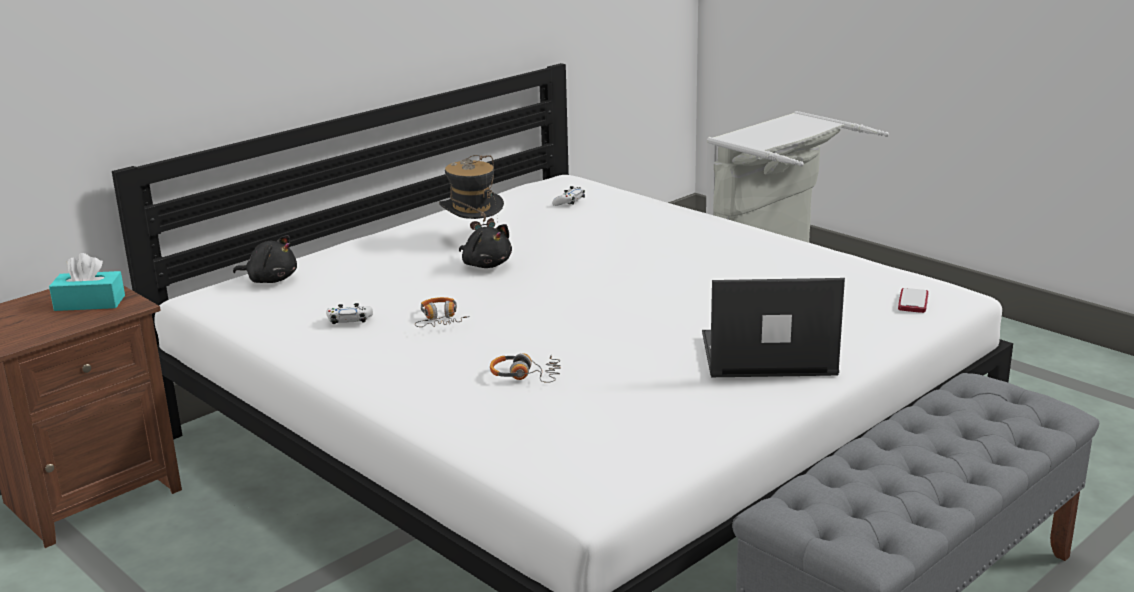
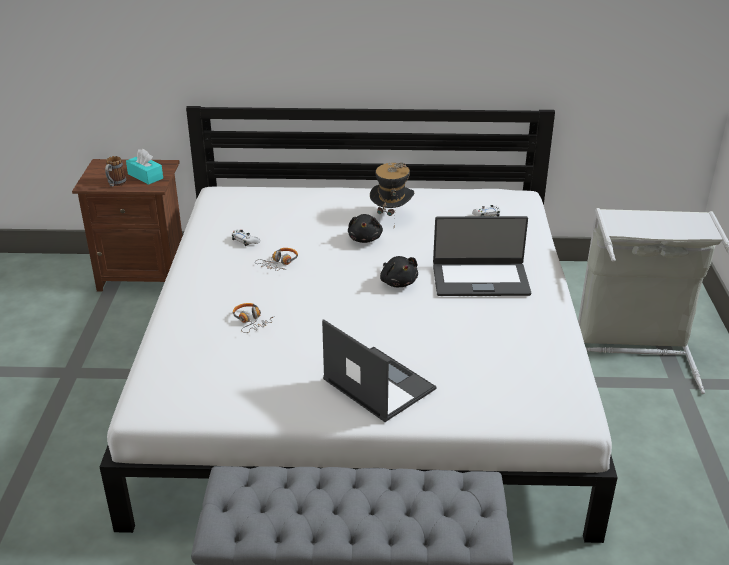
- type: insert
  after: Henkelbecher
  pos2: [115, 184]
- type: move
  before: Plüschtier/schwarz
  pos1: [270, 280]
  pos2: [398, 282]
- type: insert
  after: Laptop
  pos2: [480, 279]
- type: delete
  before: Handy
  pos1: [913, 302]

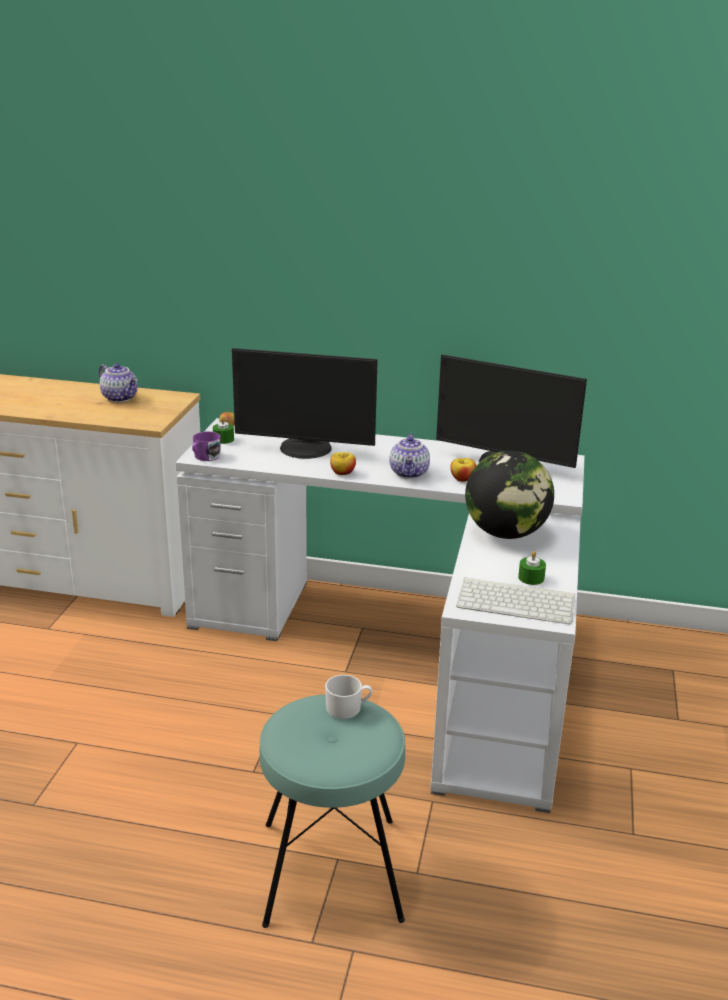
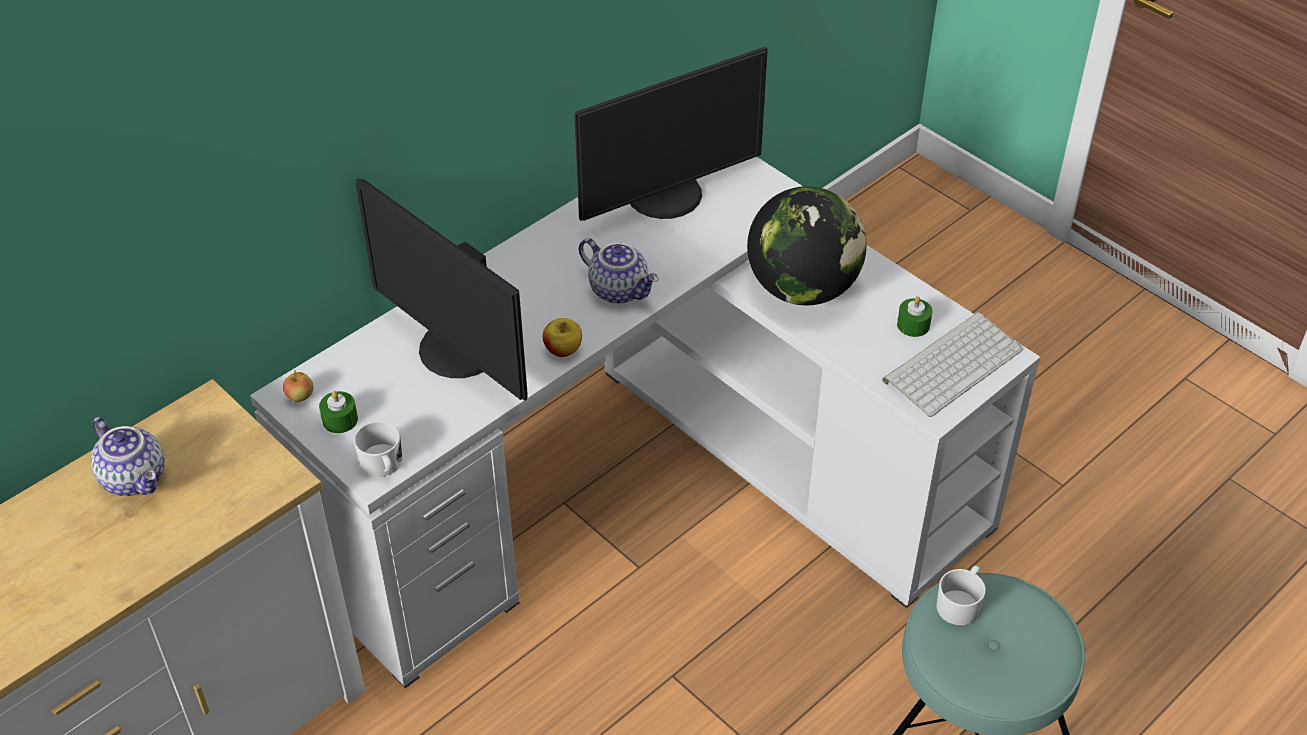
- type: rotate
  before: Teekanne
  pos1: [121, 398]
  pos2: [136, 478]
  turn: 60
- type: recolor
  before: Henkelbecher/lila
  after: Henkelbecher/weiß
  pos1: [205, 457]
  pos2: [383, 465]
- type: rotate
  before: Monitor
  pos1: [305, 449]
  pos2: [456, 351]
  turn: 90
- type: delete
  before: Apfel
  pos1: [462, 479]

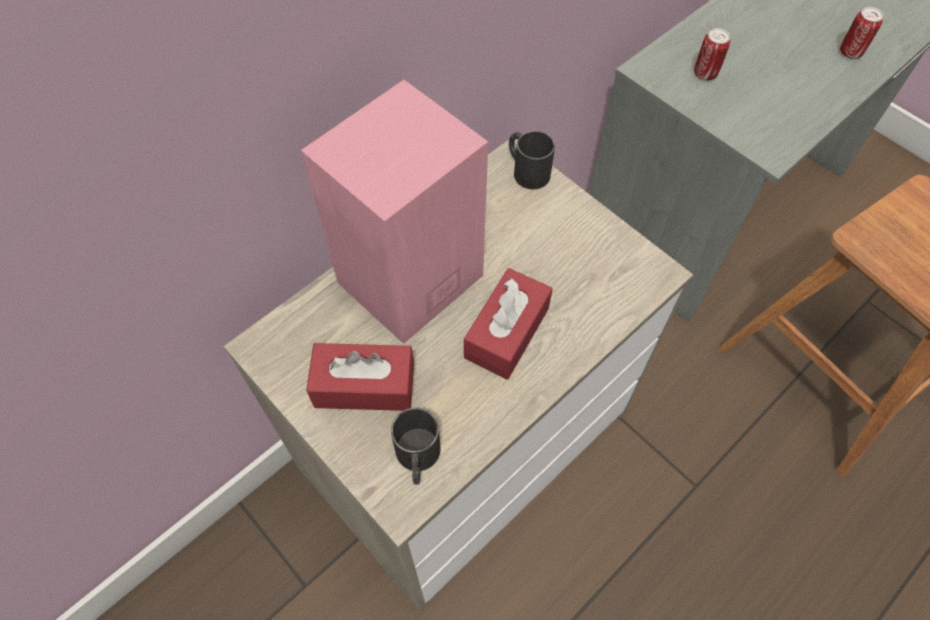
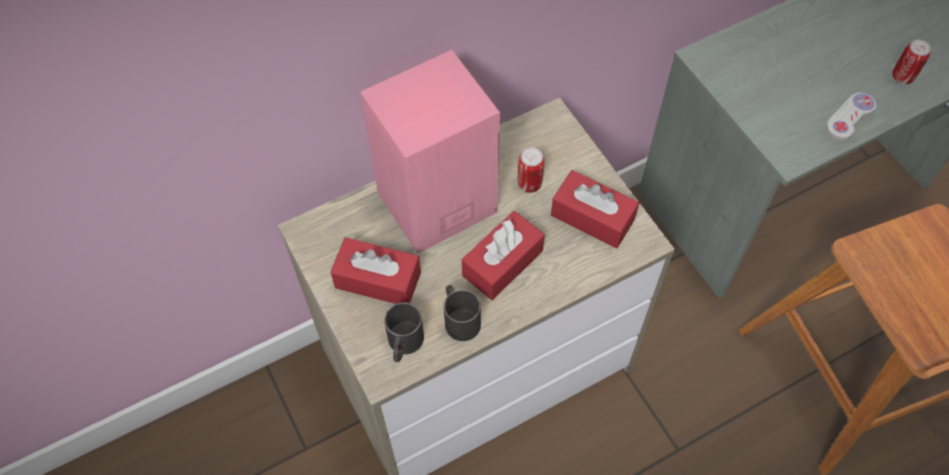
- type: move
  before: Henkelbecher/schwarz
  pos1: [526, 170]
  pos2: [459, 318]
- type: move
  before: Dose
  pos1: [705, 74]
  pos2: [529, 184]
- type: insert
  after: Taschentuchbox/rot
  pos2: [592, 217]
- type: insert
  after: Gamepad/weiß
  pos2: [850, 117]

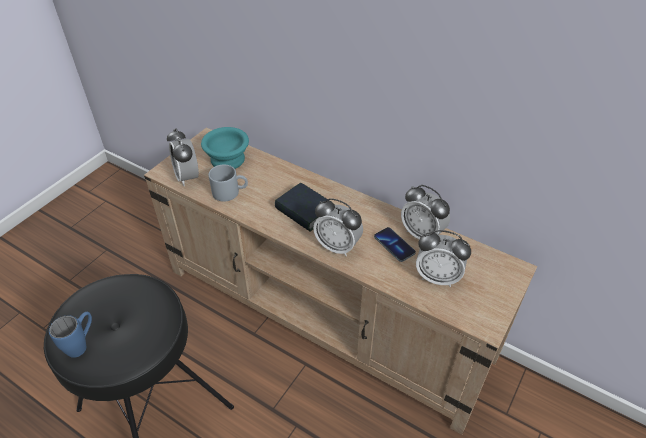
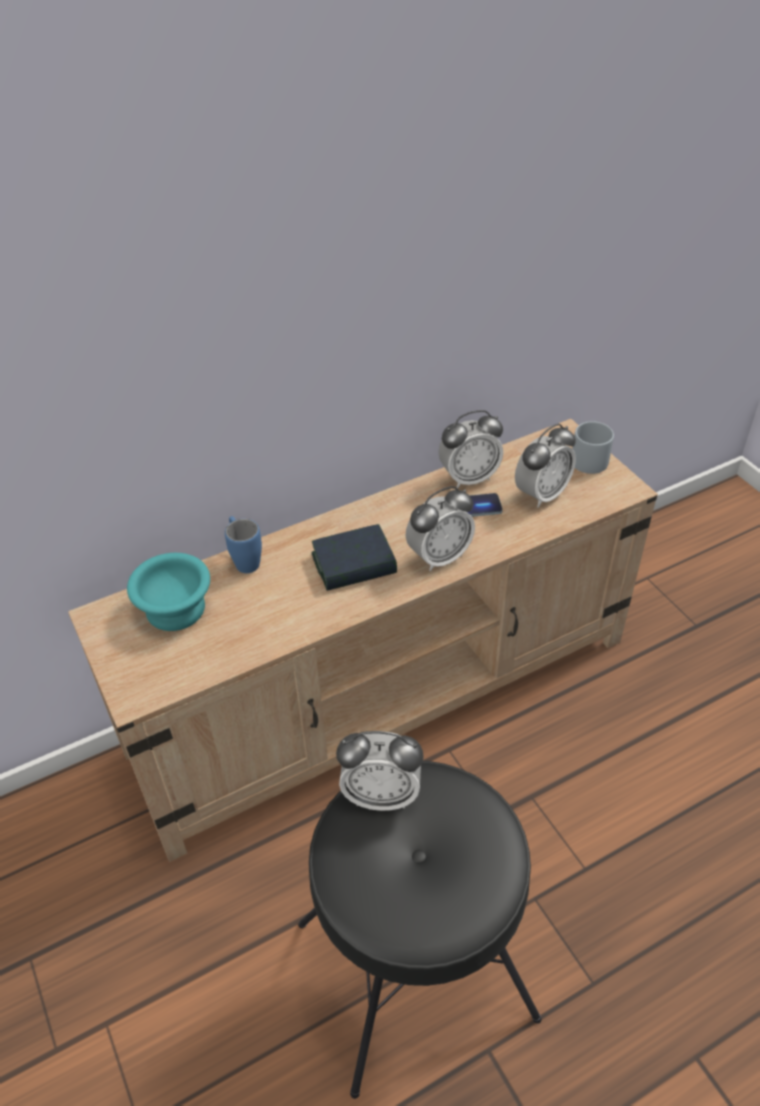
- type: move
  before: Henkelbecher/blau
  pos1: [82, 344]
  pos2: [244, 559]
- type: move
  before: Wecker
  pos1: [187, 177]
  pos2: [381, 794]
- type: move
  before: Henkelbecher/grau
  pos1: [230, 192]
  pos2: [590, 457]

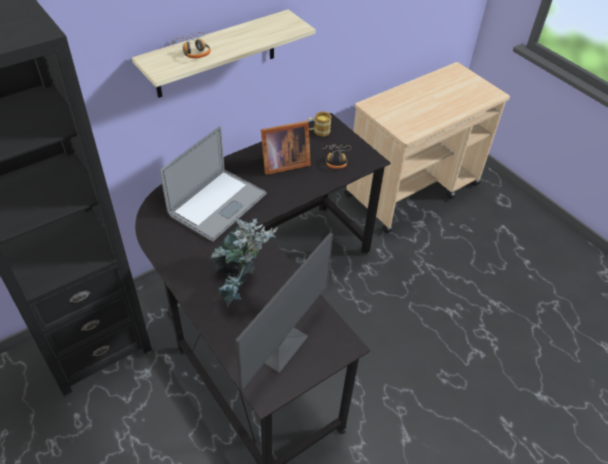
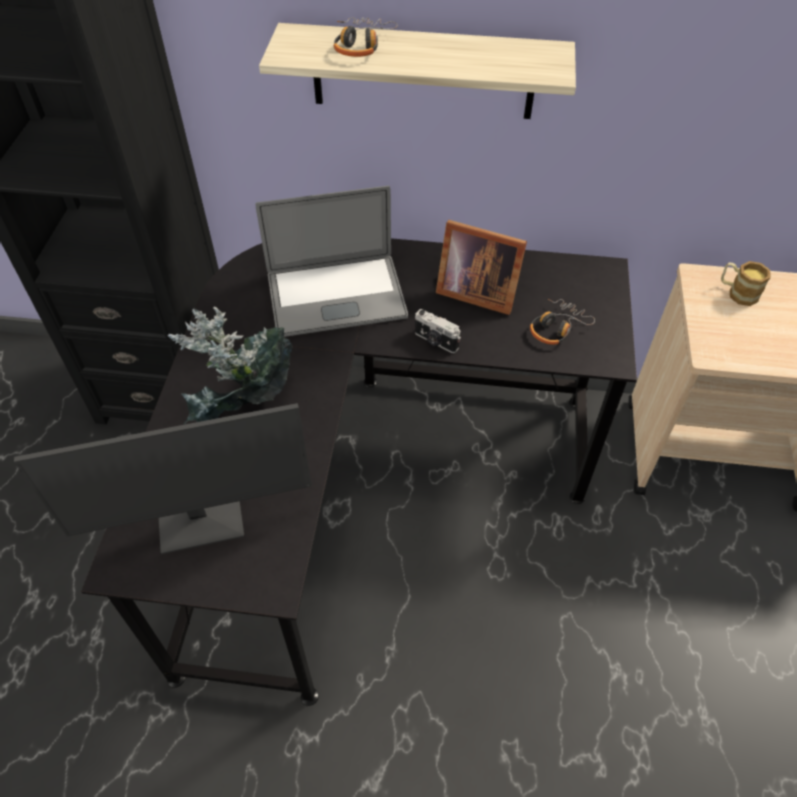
- type: insert
  after: Kamera
  pos2: [435, 341]
- type: move
  before: Henkelbecher
  pos1: [318, 131]
  pos2: [737, 292]

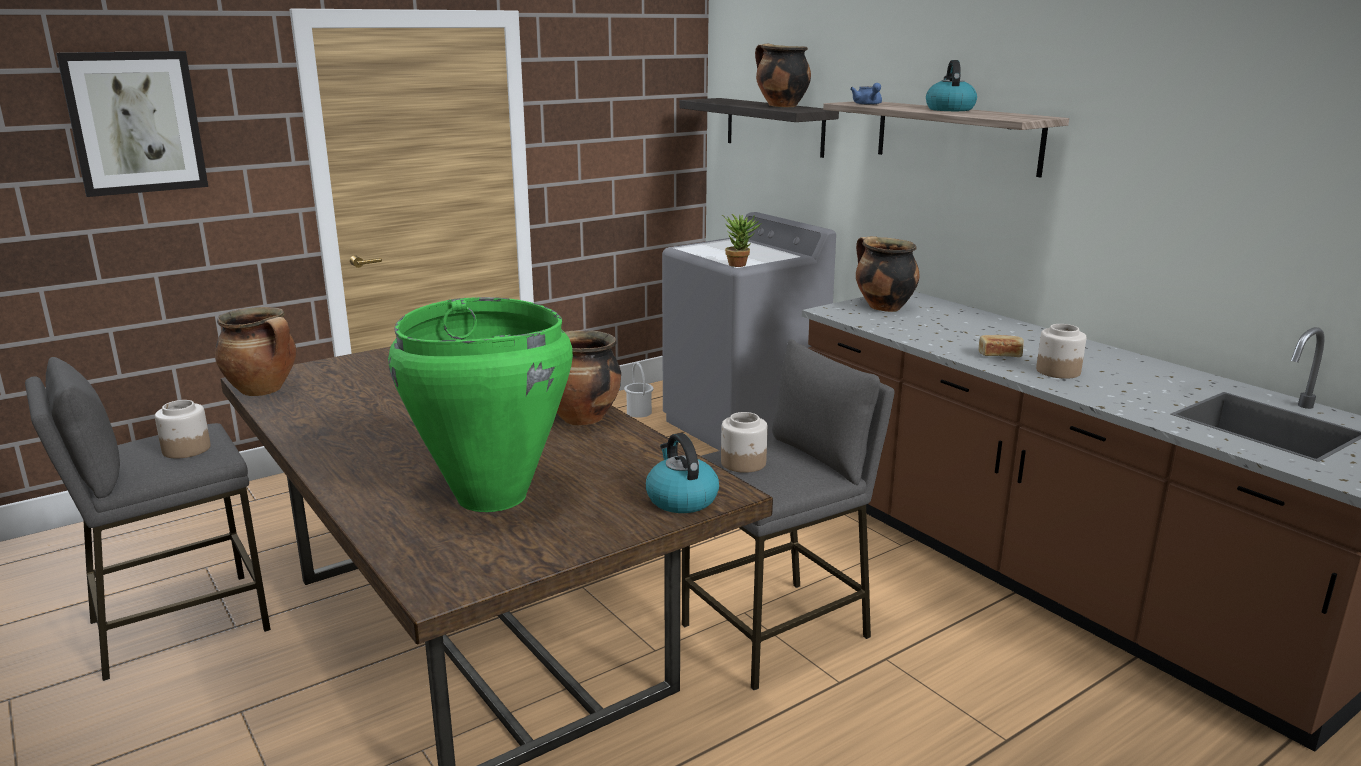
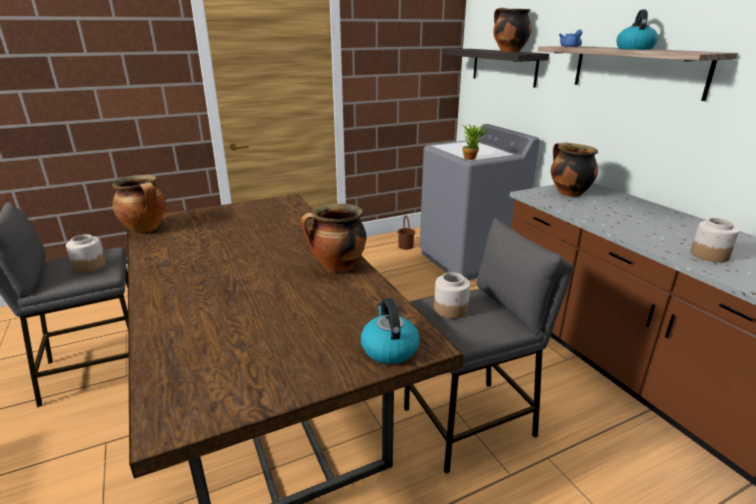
- type: recolor
  before: Eimer/weiß
  after: Eimer/braun
  pos1: [638, 413]
  pos2: [405, 246]
- type: delete
  before: Bild
  pos1: [135, 122]
- type: delete
  before: Vase/grün
  pos1: [491, 496]
- type: delete
  before: Brot
  pos1: [1000, 355]

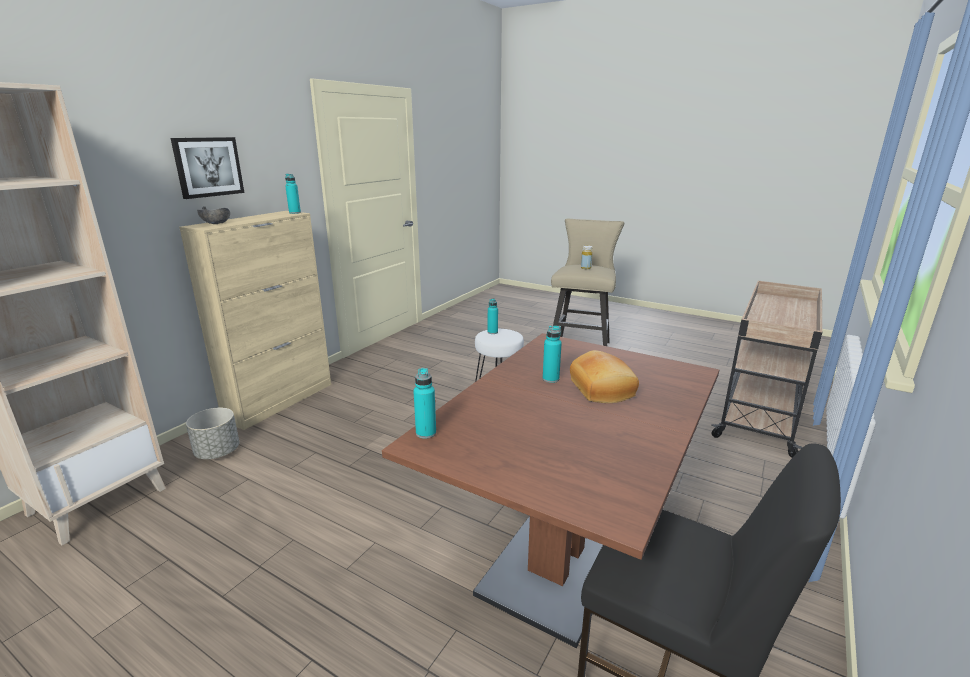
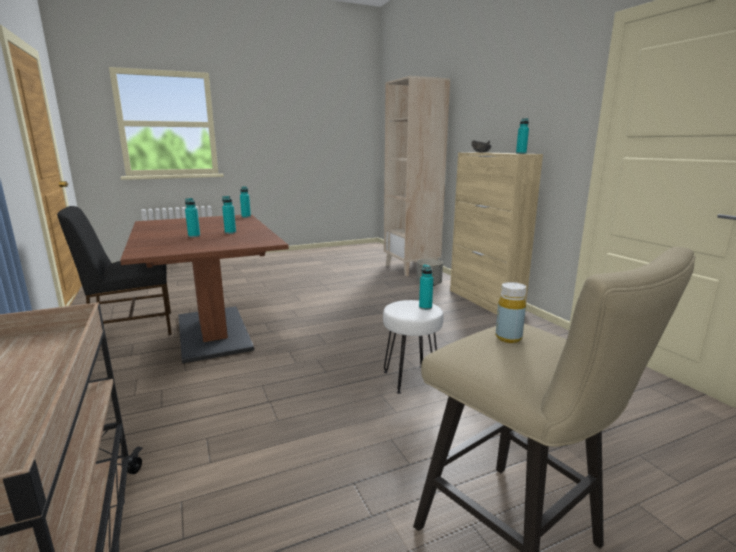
- type: replace
  before: Brot
  after: Flasche/türkis
  pos1: [603, 389]
  pos2: [194, 236]
- type: delete
  before: Bild
  pos1: [208, 167]

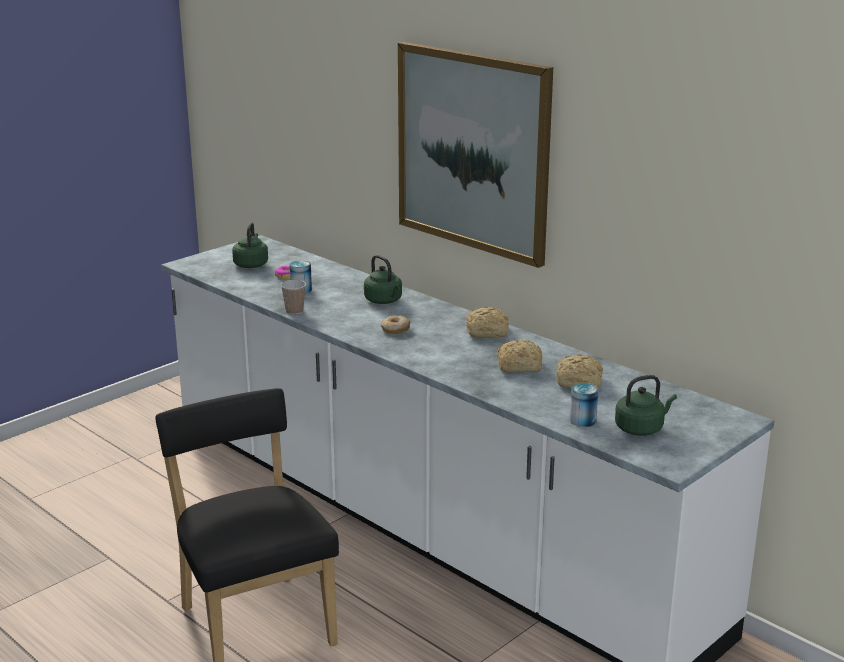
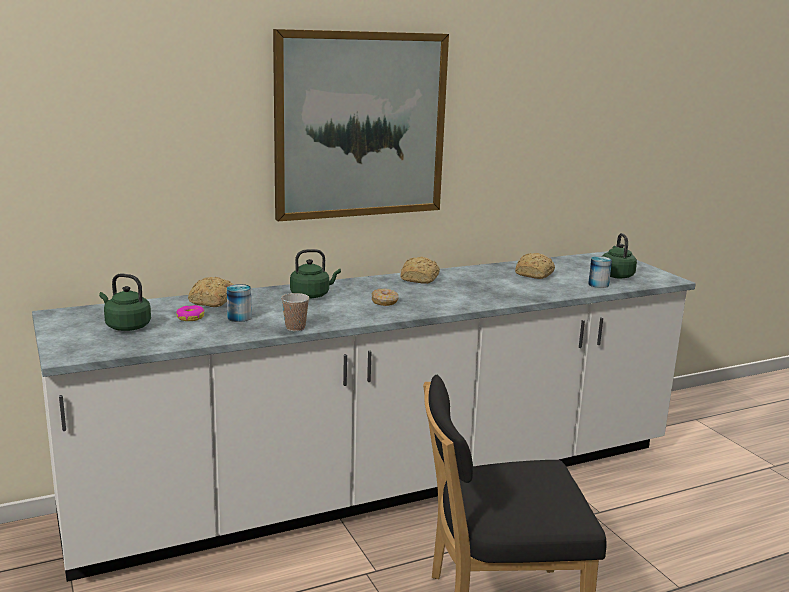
- type: move
  before: Brot
  pos1: [517, 366]
  pos2: [212, 302]

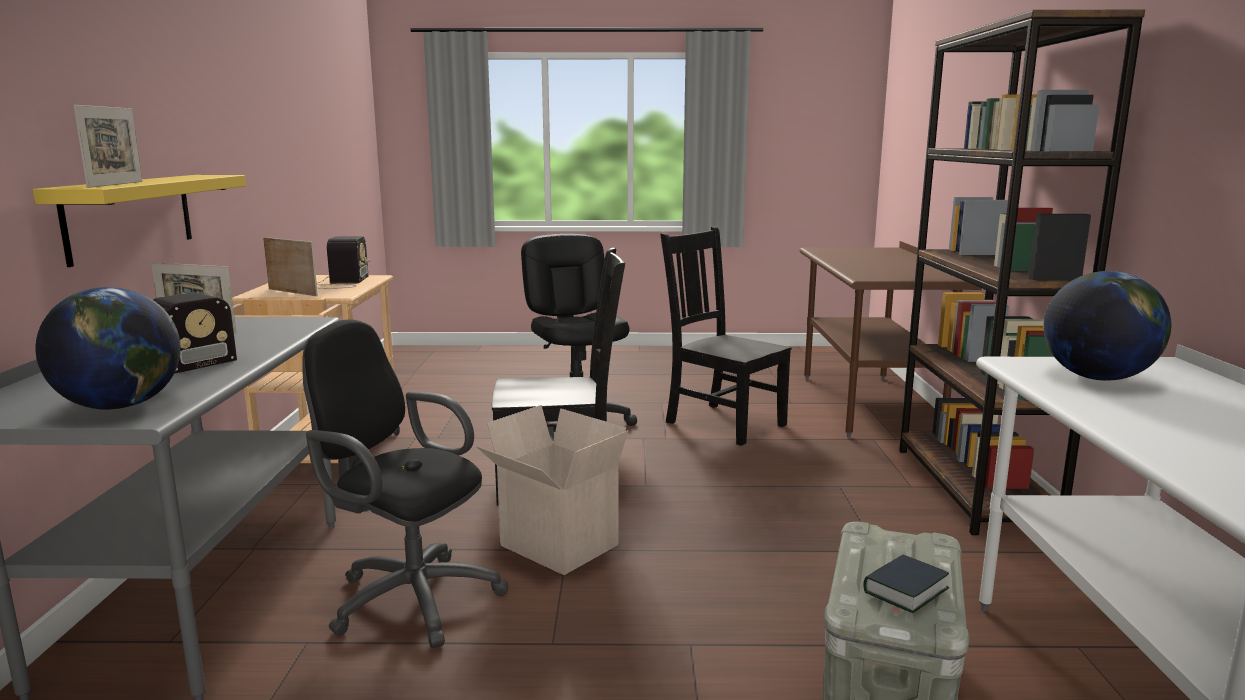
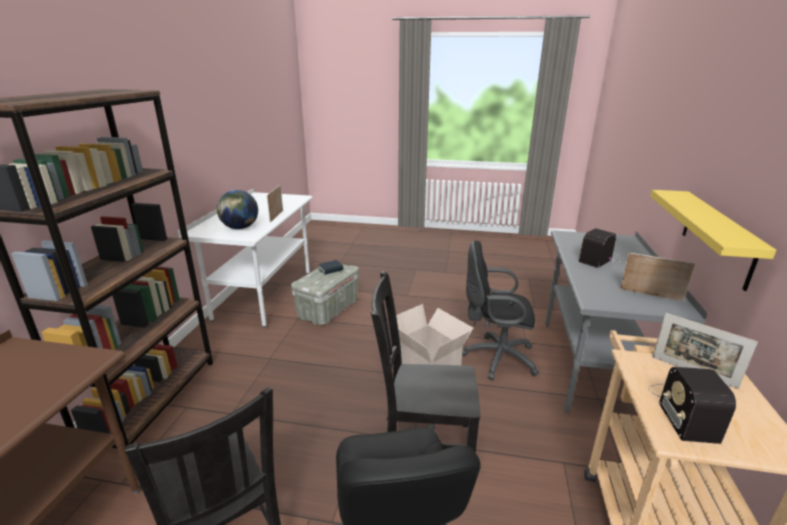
- type: move
  before: Bilderrahmen
  pos1: [116, 184]
  pos2: [276, 216]
- type: rotate
  before: Bürostuhl/schwarz
  pos1: [408, 597]
  pos2: [495, 357]
  turn: 150
- type: delete
  before: Globus
  pos1: [121, 406]

